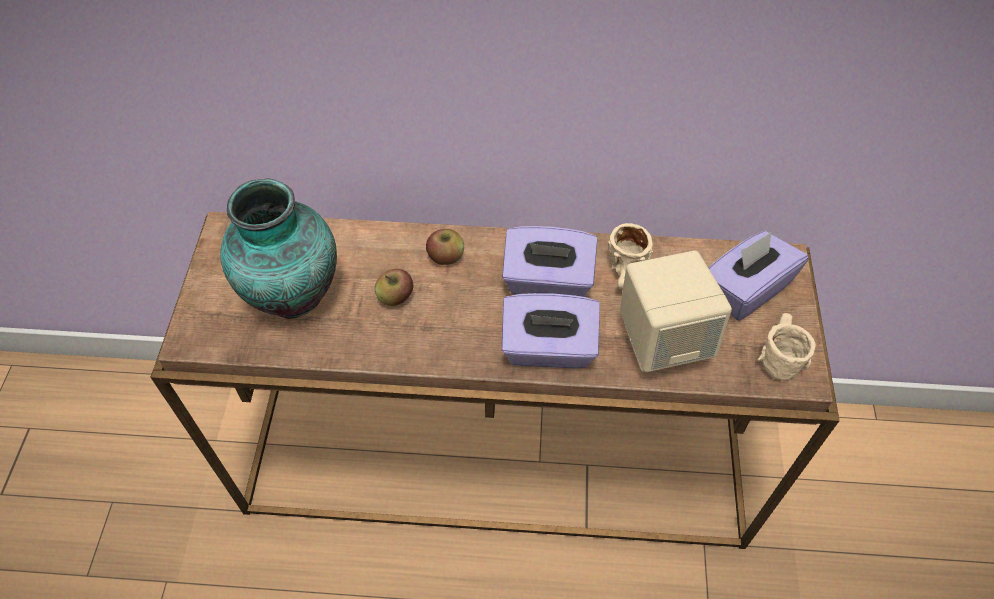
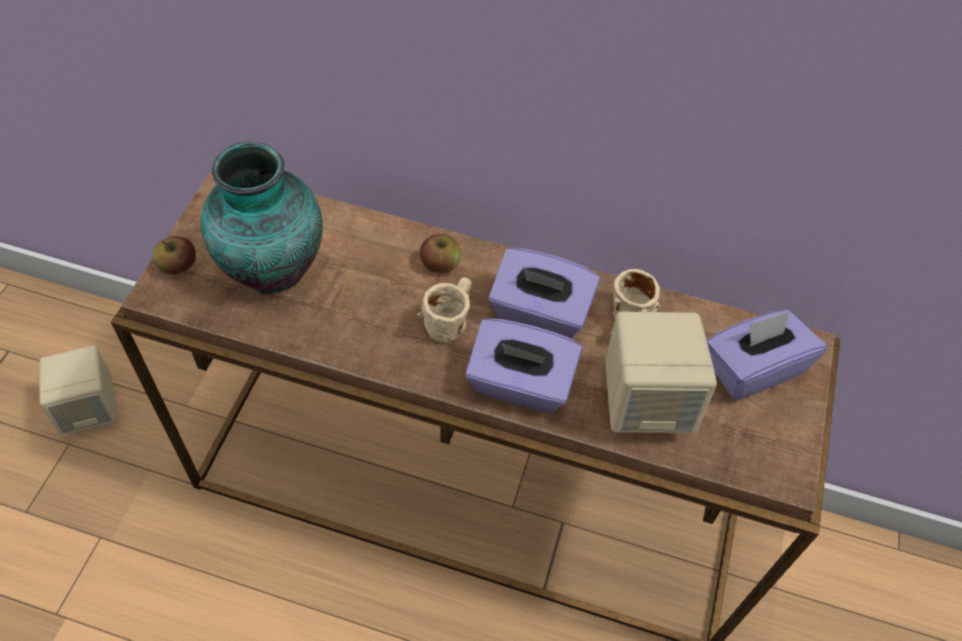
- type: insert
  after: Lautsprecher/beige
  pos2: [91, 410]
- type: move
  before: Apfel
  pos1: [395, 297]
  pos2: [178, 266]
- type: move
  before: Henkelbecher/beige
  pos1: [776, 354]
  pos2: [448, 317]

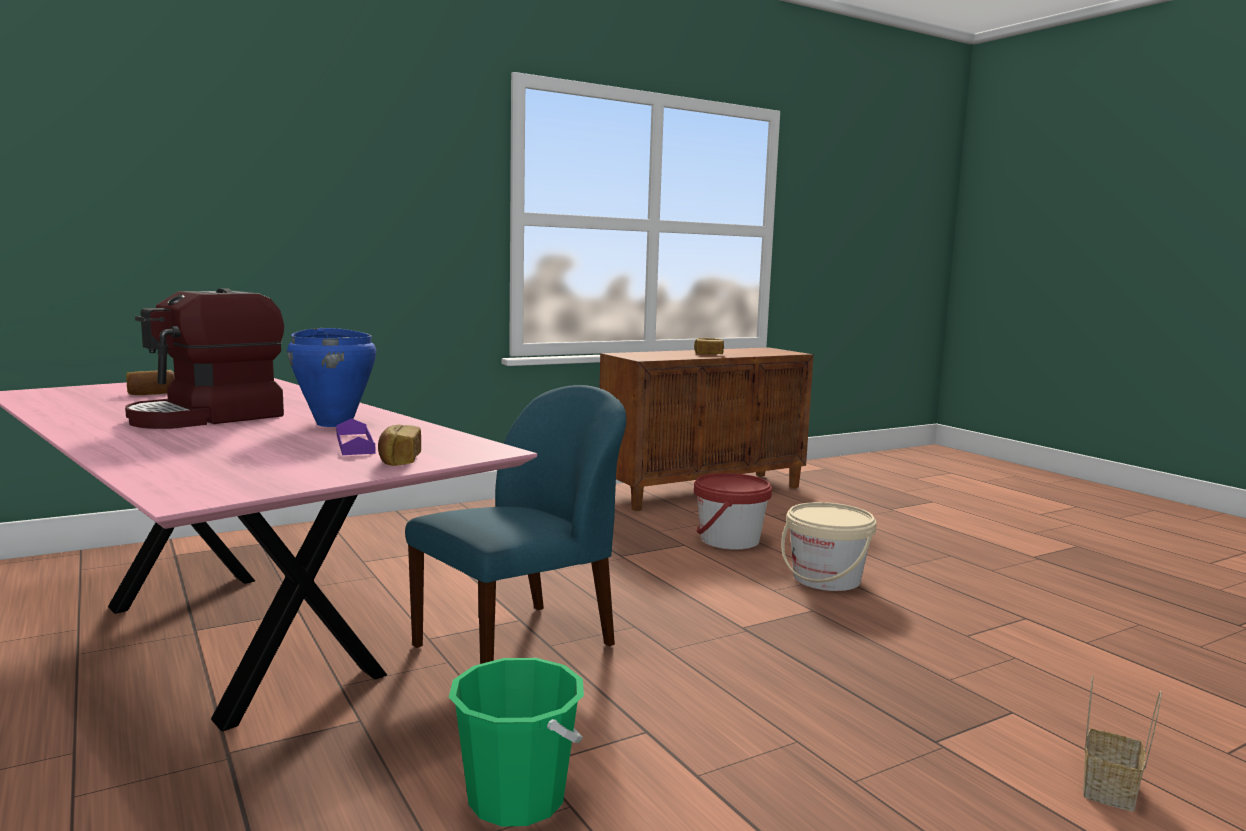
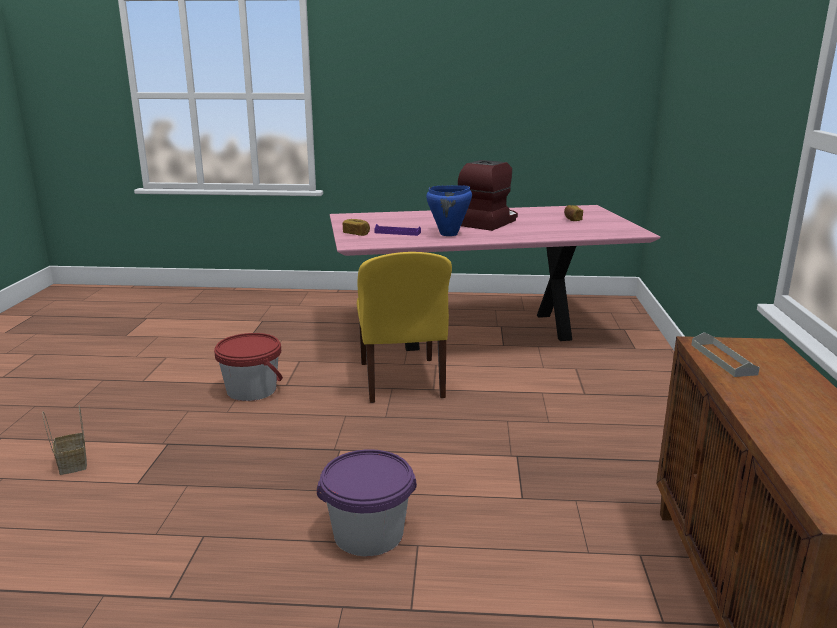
- type: move
  before: Eimer/rot
  pos1: [729, 540]
  pos2: [252, 390]
- type: recolor
  before: Eimer/beige
  after: Eimer/lila
  pos1: [826, 579]
  pos2: [368, 533]
- type: recolor
  before: Stuhl/blau
  after: Stuhl/gelb
  pos1: [519, 645]
  pos2: [402, 381]
- type: rotate
  before: Kaffeemaschine
  pos1: [208, 417]
  pos2: [488, 222]
  turn: 45
- type: insert
  after: Tablett/grau
  pos2: [723, 359]
- type: delete
  before: Eimer/grün
  pos1: [517, 799]
- type: delete
  before: Brot
  pos1: [708, 354]

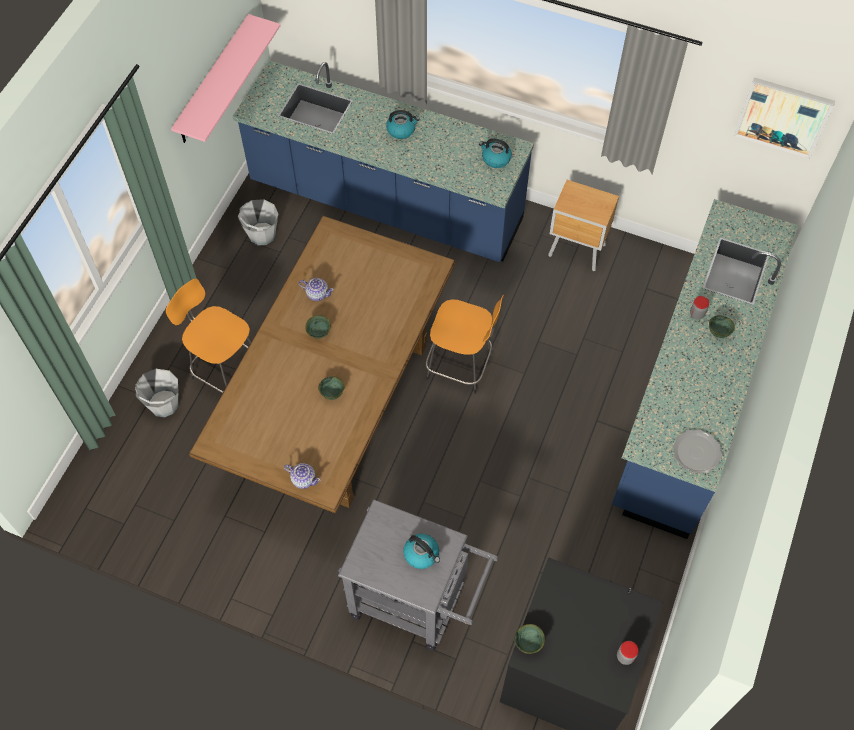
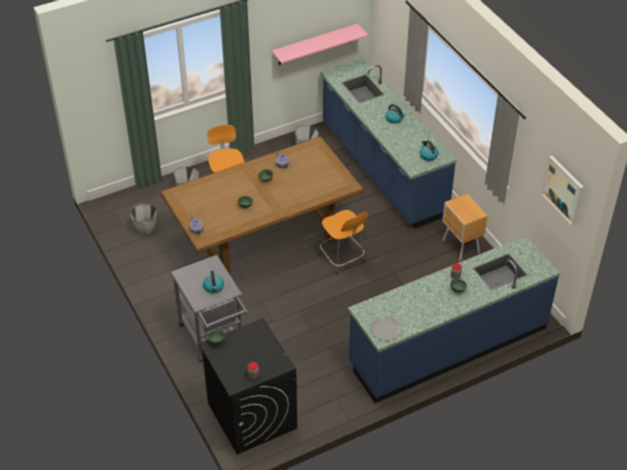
- type: insert
  after: Eimer/grau
  pos2: [145, 228]

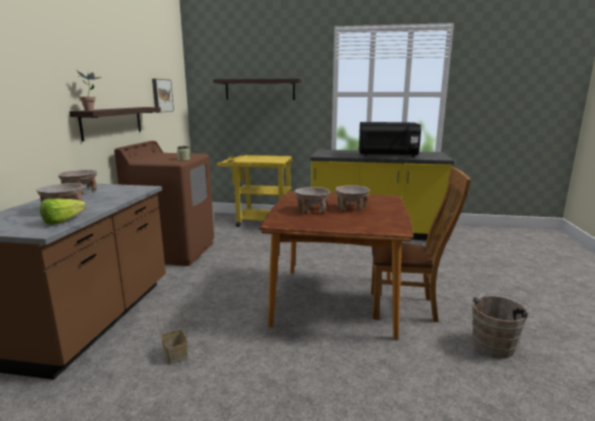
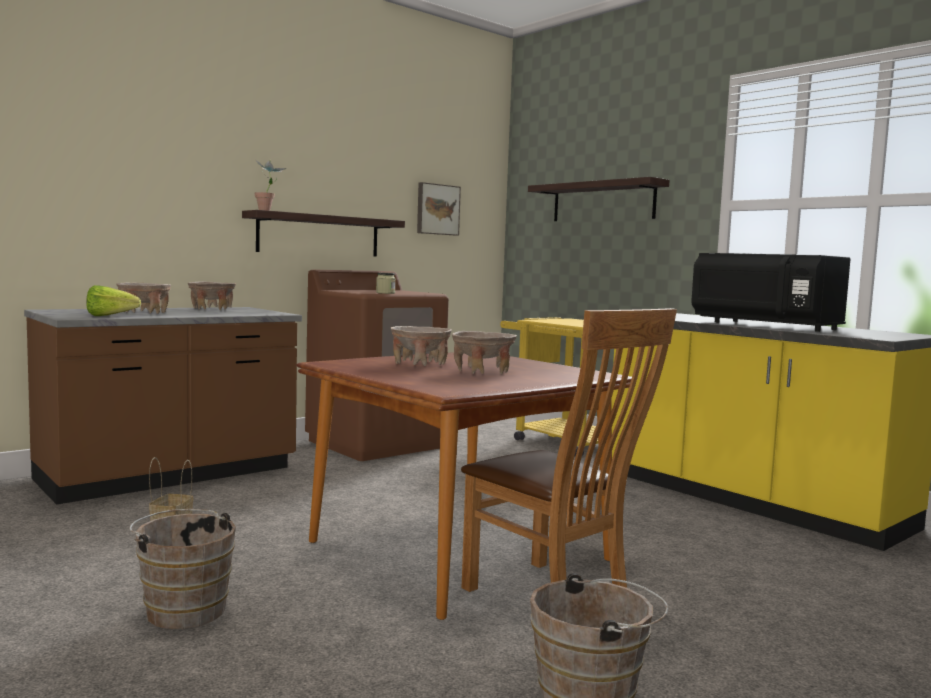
- type: insert
  after: Eimer/braun
  pos2: [183, 609]

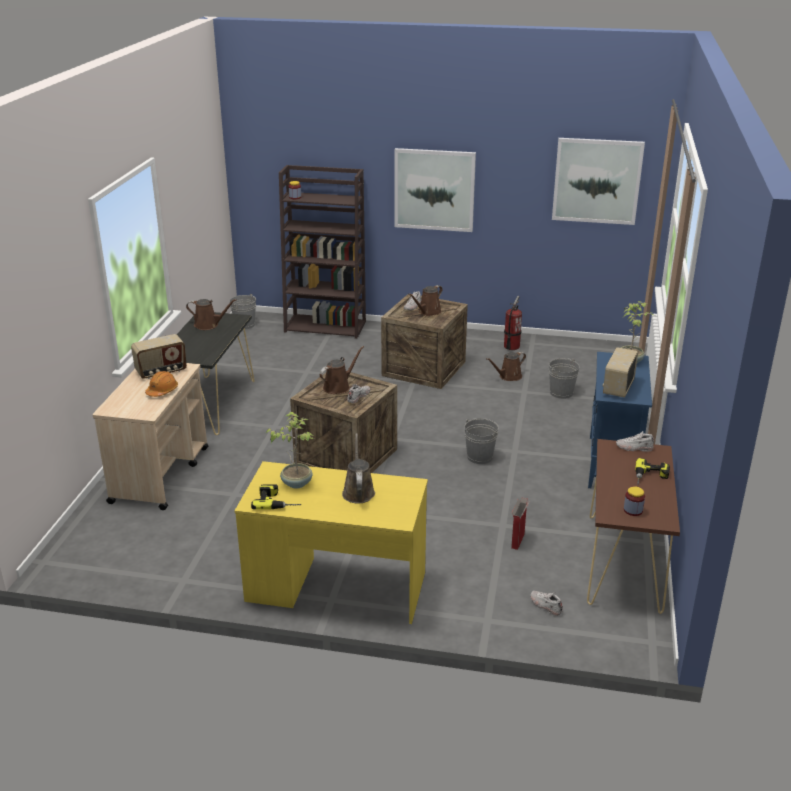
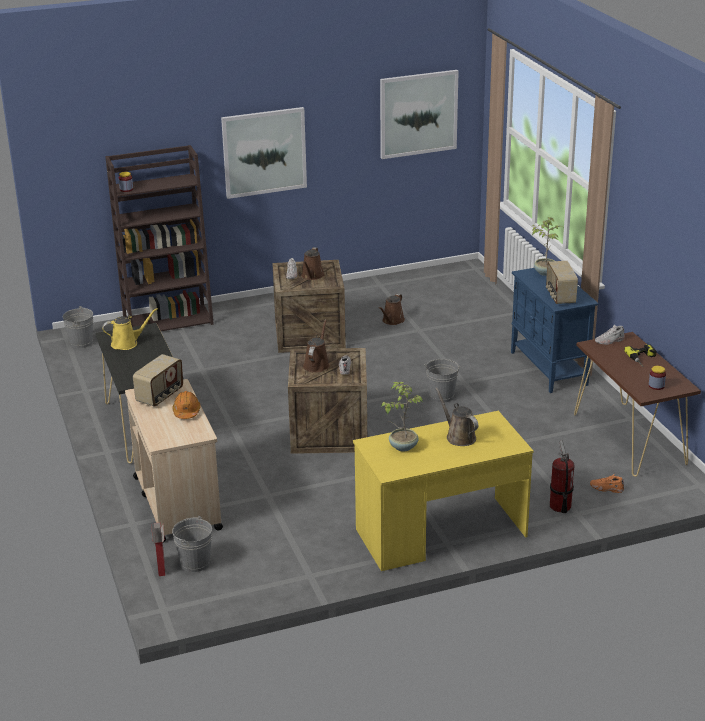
- type: recolor
  before: Gießkanne/braun
  after: Gießkanne/gelb
  pos1: [208, 325]
  pos2: [127, 343]
- type: move
  before: Karton
  pos1: [517, 541]
  pos2: [161, 568]
- type: move
  before: Eimer/grau
  pos1: [561, 393]
  pos2: [195, 563]
- type: move
  before: Feuerlöscher
  pos1: [511, 346]
  pos2: [560, 506]
- type: recolor
  before: Schuh/weiß
  after: Schuh/orange
  pos1: [545, 606]
  pos2: [606, 488]
- type: delete
  before: Bohrmaschine
  pos1: [277, 501]

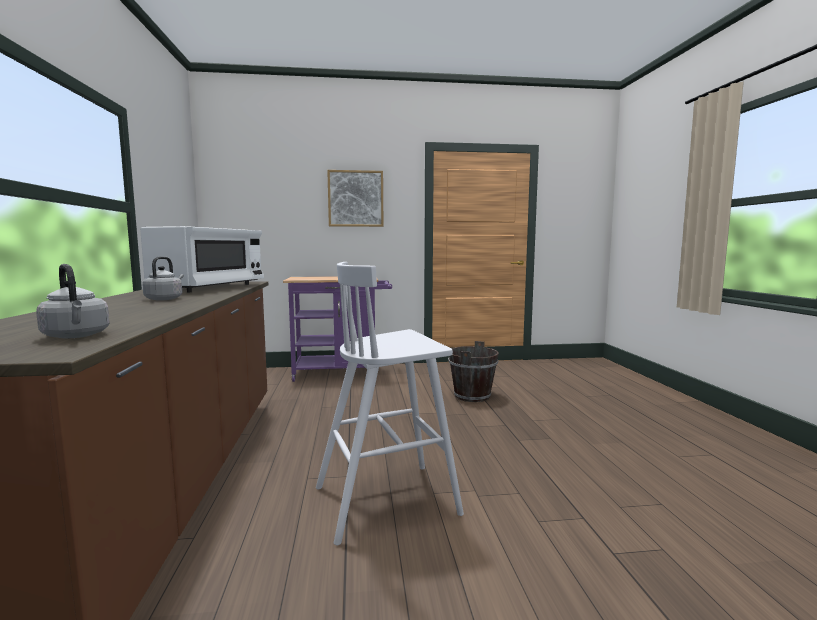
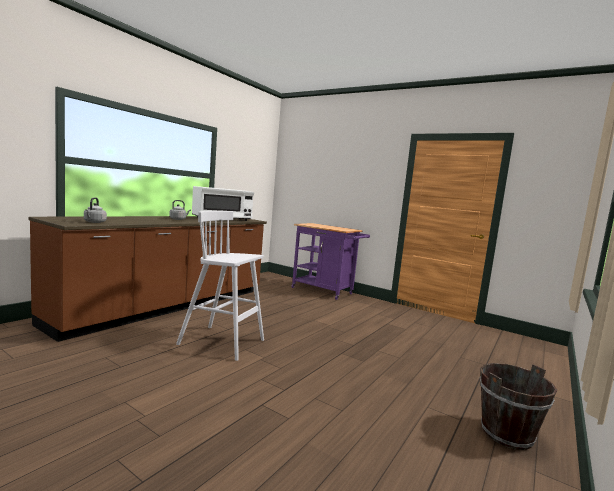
- type: move
  before: Eimer/braun
  pos1: [472, 396]
  pos2: [507, 434]
- type: delete
  before: Bild
  pos1: [355, 198]

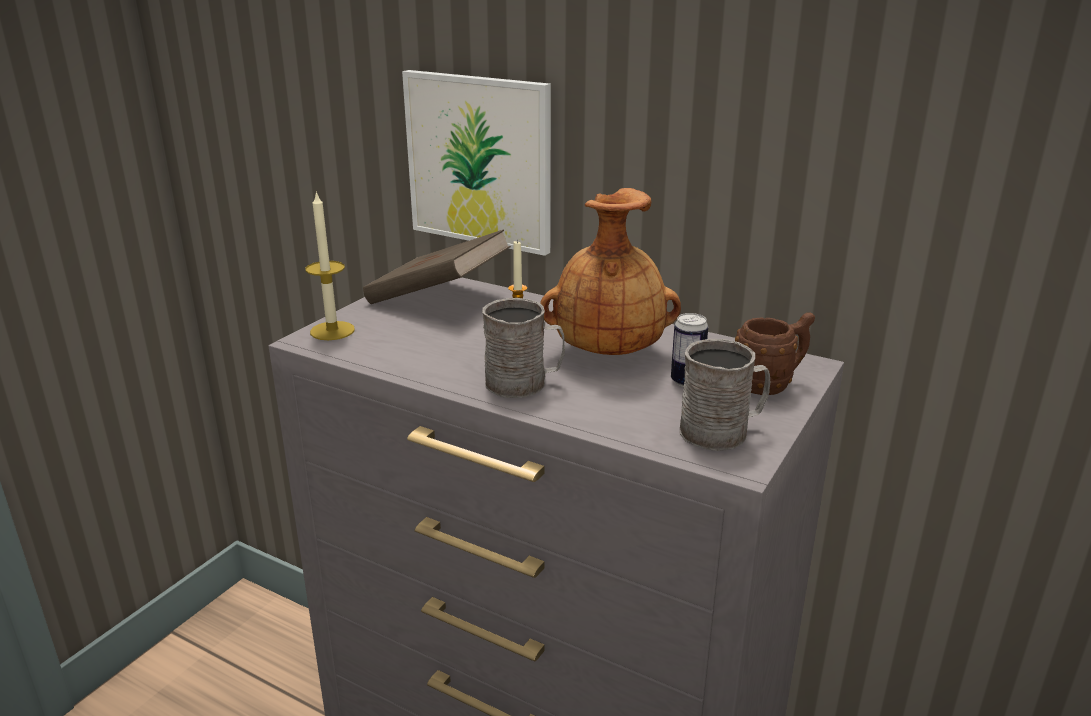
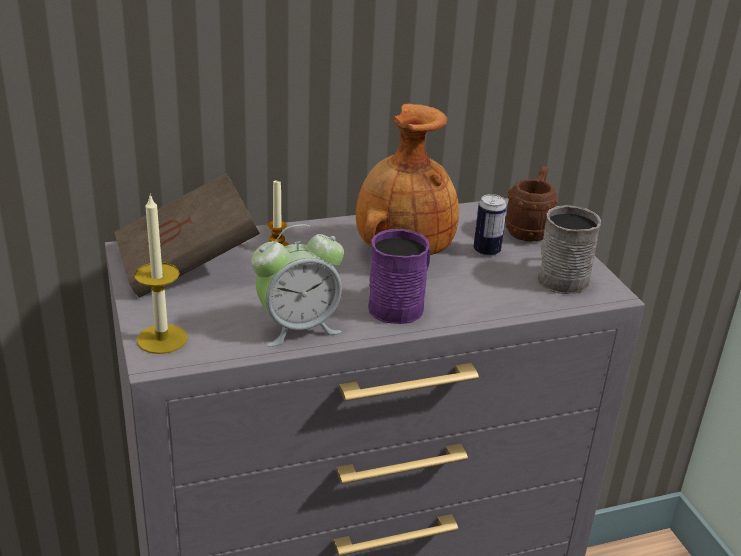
- type: insert
  after: Wecker
  pos2: [298, 327]
- type: recolor
  before: Henkelbecher/grau
  after: Henkelbecher/lila
  pos1: [524, 383]
  pos2: [401, 305]
- type: delete
  before: Bild
  pos1: [479, 161]

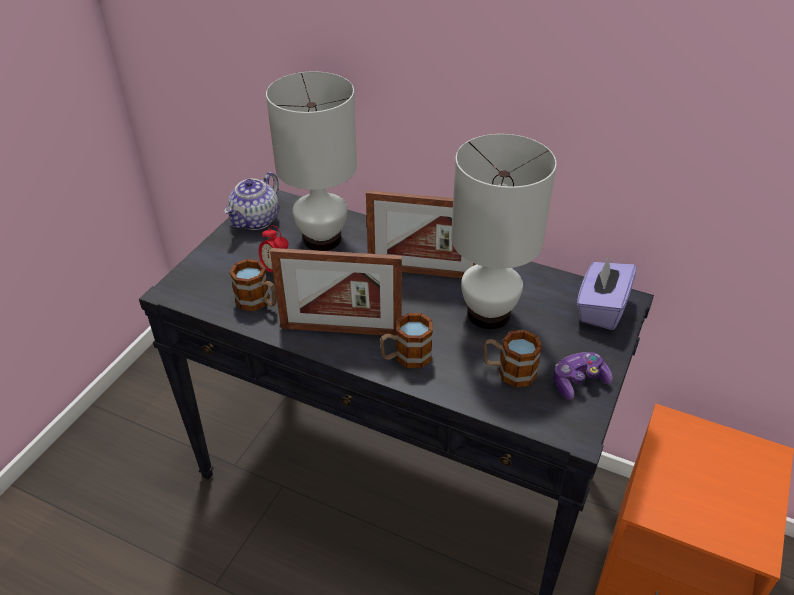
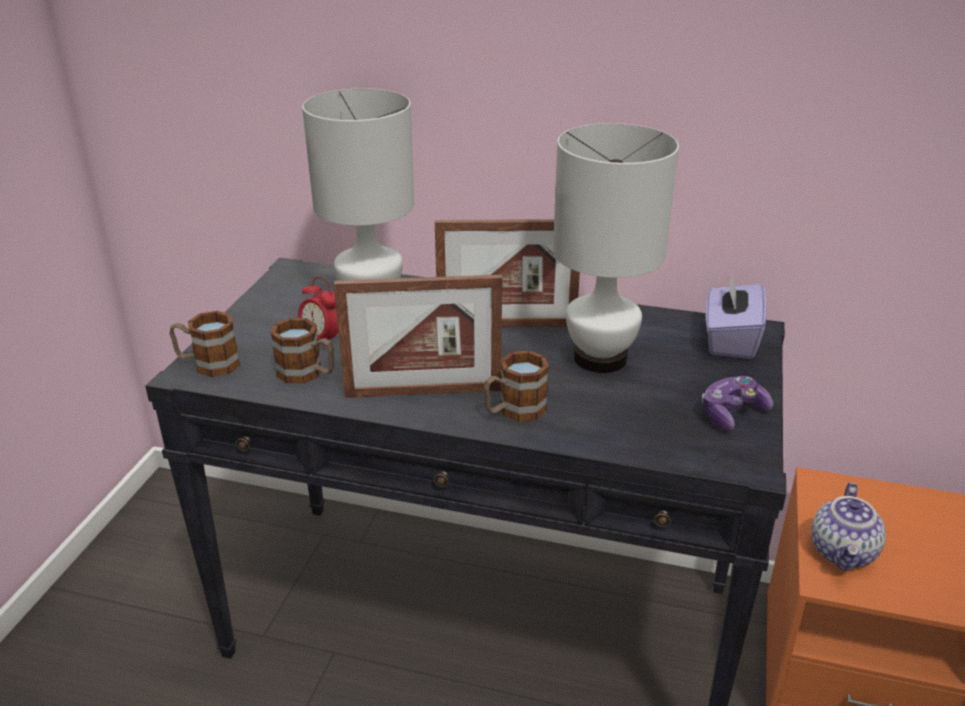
- type: move
  before: Henkelbecher
  pos1: [508, 371]
  pos2: [208, 364]
- type: move
  before: Teekanne
  pos1: [256, 221]
  pos2: [843, 552]

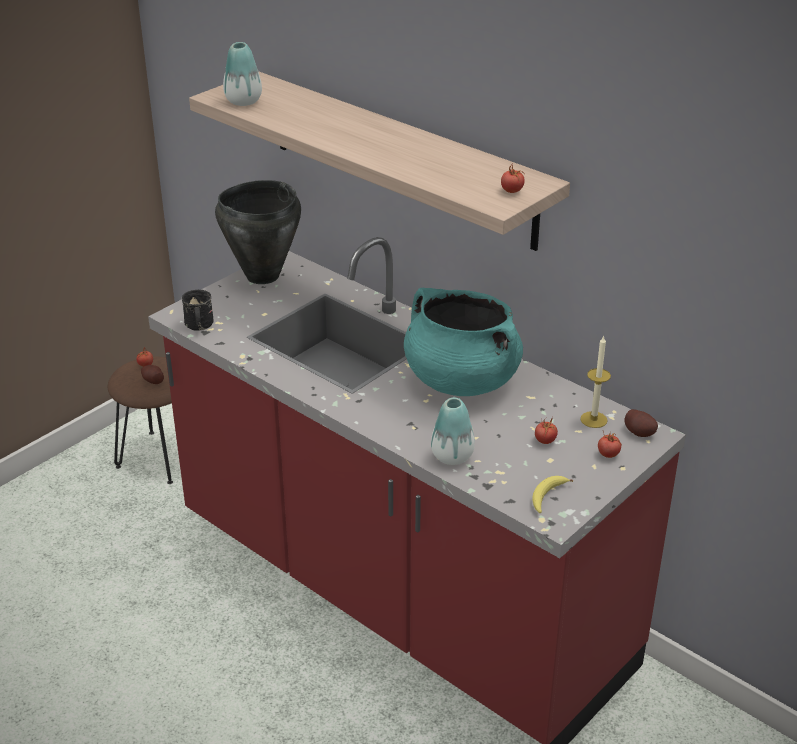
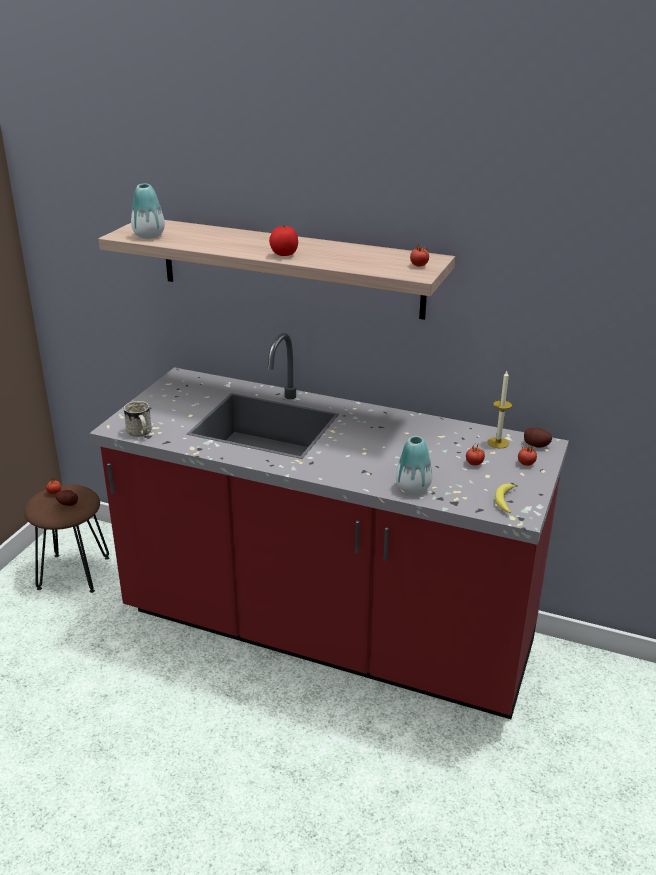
- type: recolor
  before: Henkelbecher/schwarz
  after: Henkelbecher/weiß
  pos1: [199, 327]
  pos2: [140, 433]
- type: insert
  after: Tomate
  pos2: [283, 255]
- type: delete
  before: Kochtopf/schwarz
  pos1: [261, 276]
- type: delete
  before: Kochtopf/türkis
  pos1: [460, 380]

